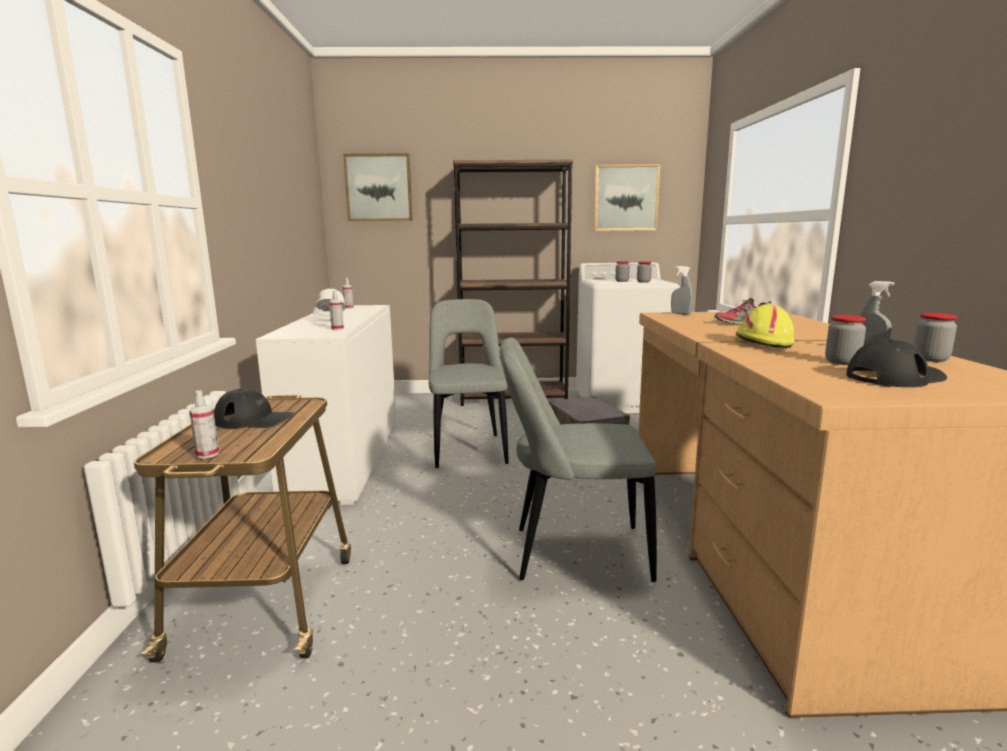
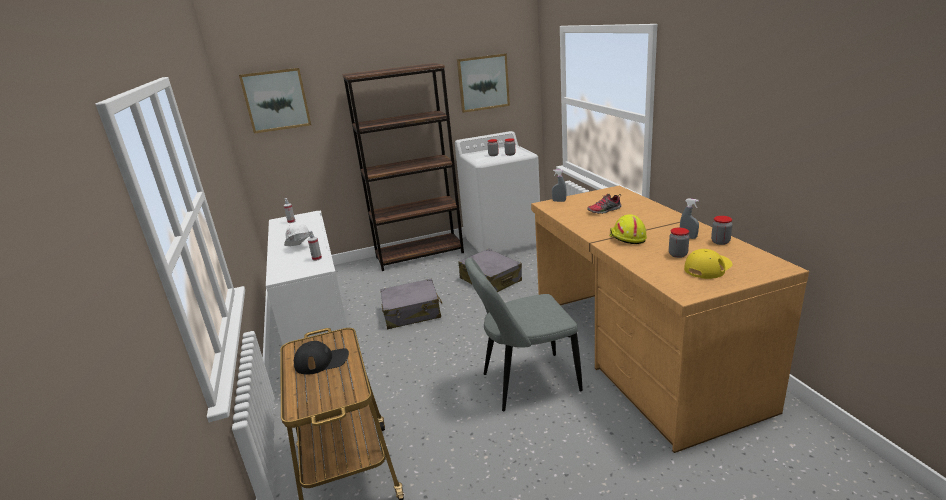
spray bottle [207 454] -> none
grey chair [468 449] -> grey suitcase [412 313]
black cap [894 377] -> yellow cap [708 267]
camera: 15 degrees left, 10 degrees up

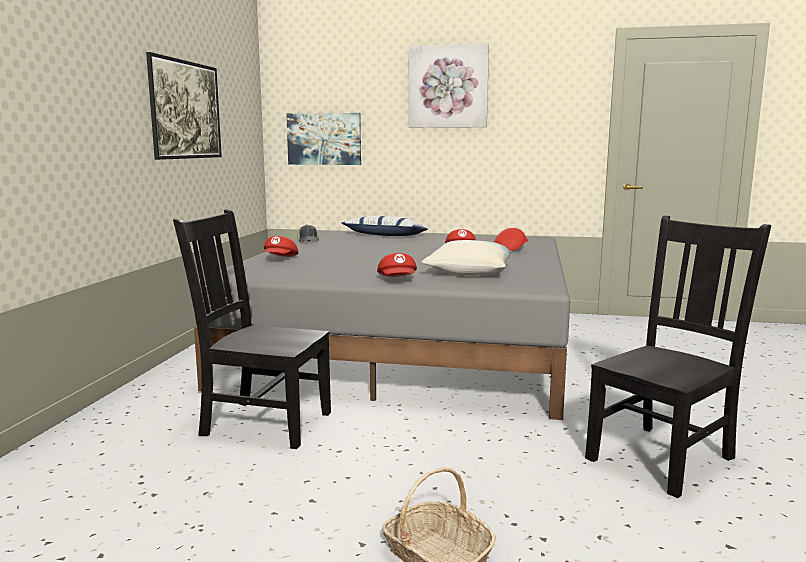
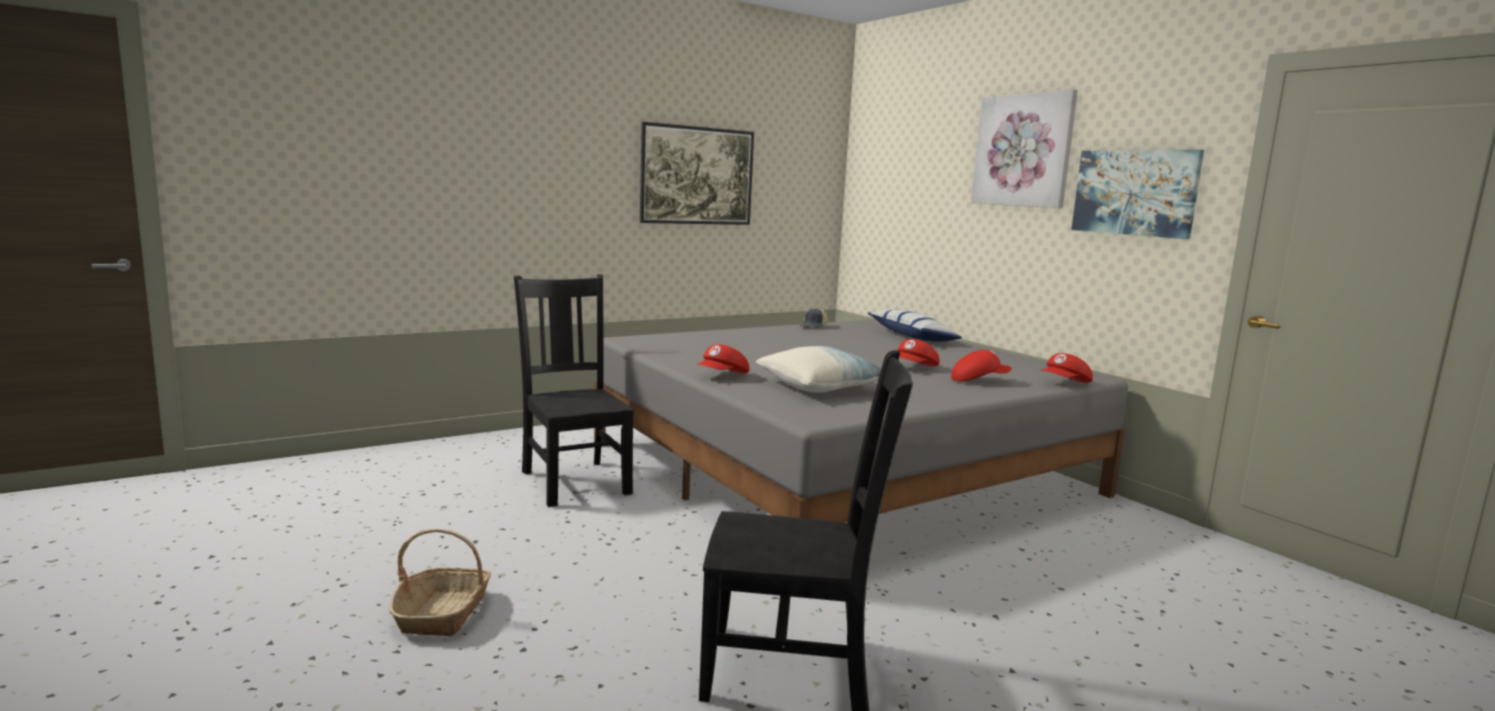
red cap [280 259] -> red cap [1065 383], moved
picture [324 139] -> picture [1135 192], moved
camera: 45 degrees right, 0 degrees up

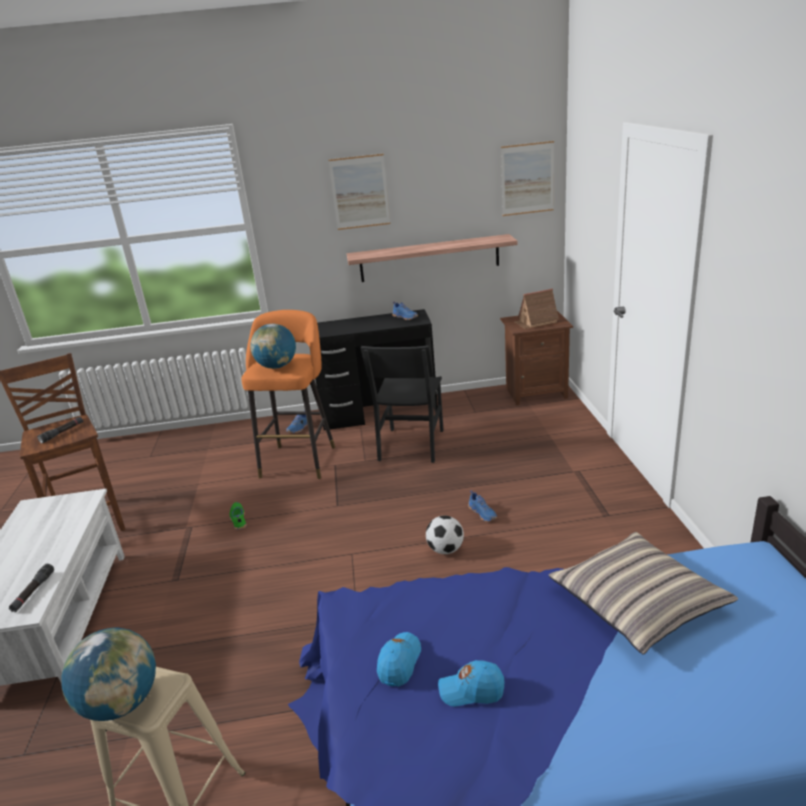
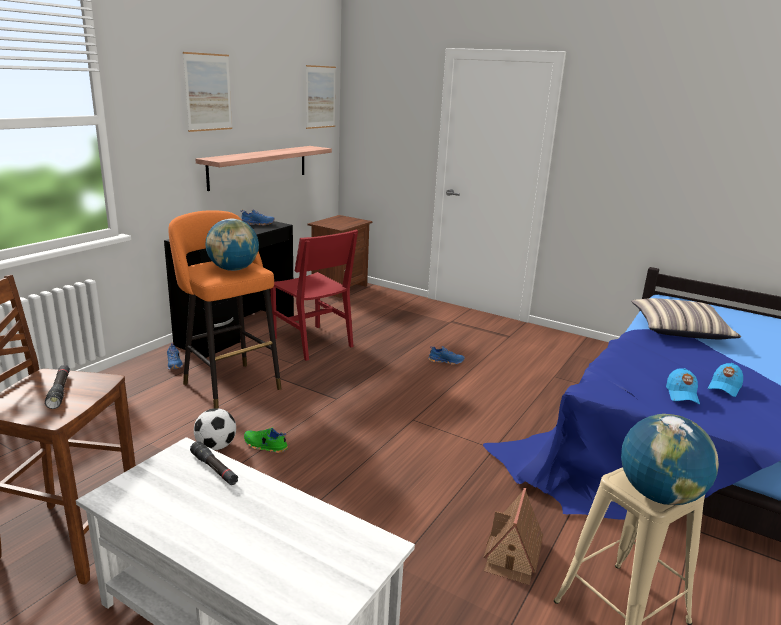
black flashlight [33 592] -> black flashlight [214 469], moved
football [445 549] -> football [216 446], moved
toy house [536 322] -> toy house [512 554], moved
black chair [411 445] -> red chair [312 342]
blue cap [399 662] -> blue cap [682 395], 135 degrees counterclockwise
camera: 55 degrees left, 5 degrees down

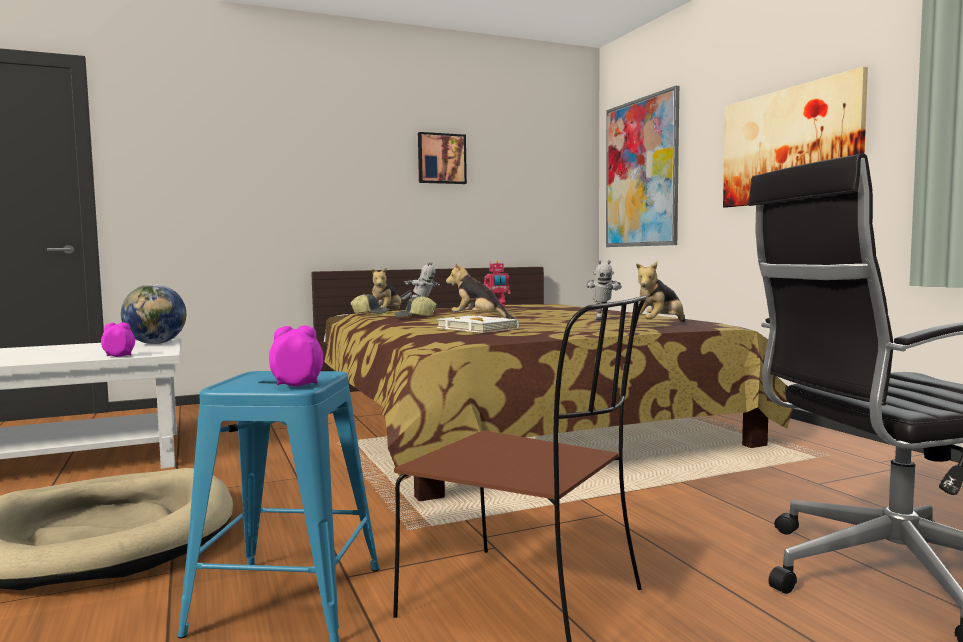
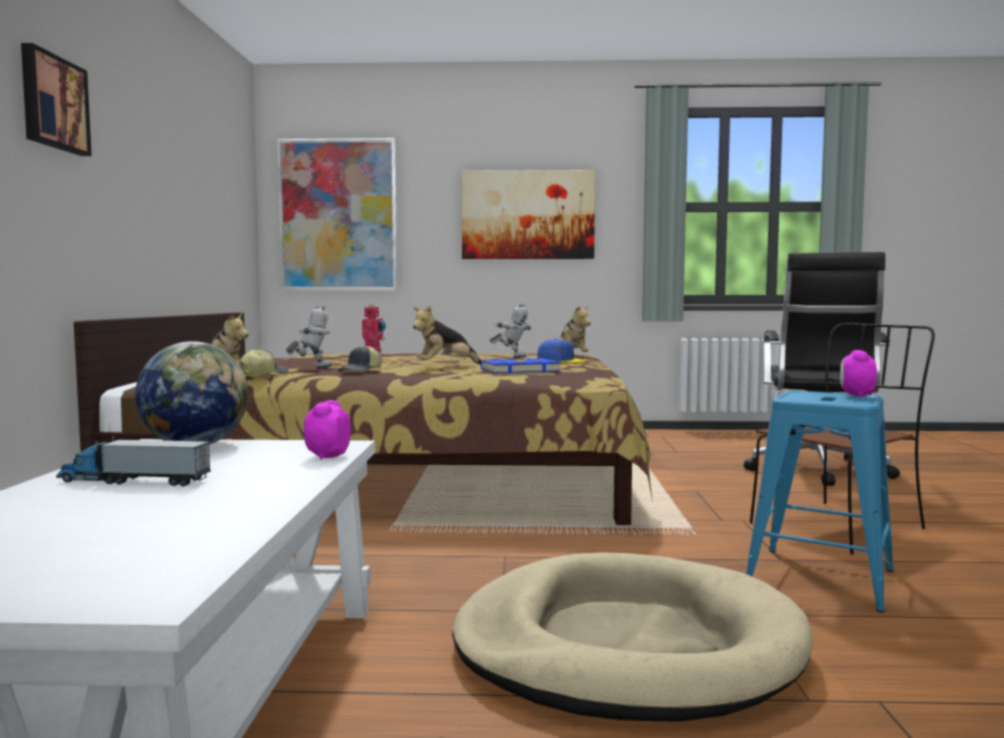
none -> toy truck [134 481]
none -> blue cap [561 361]
picture [441 159] -> picture [53 103], moved
white book [478 328] -> blue book [518 370]
camera: 65 degrees left, 0 degrees up

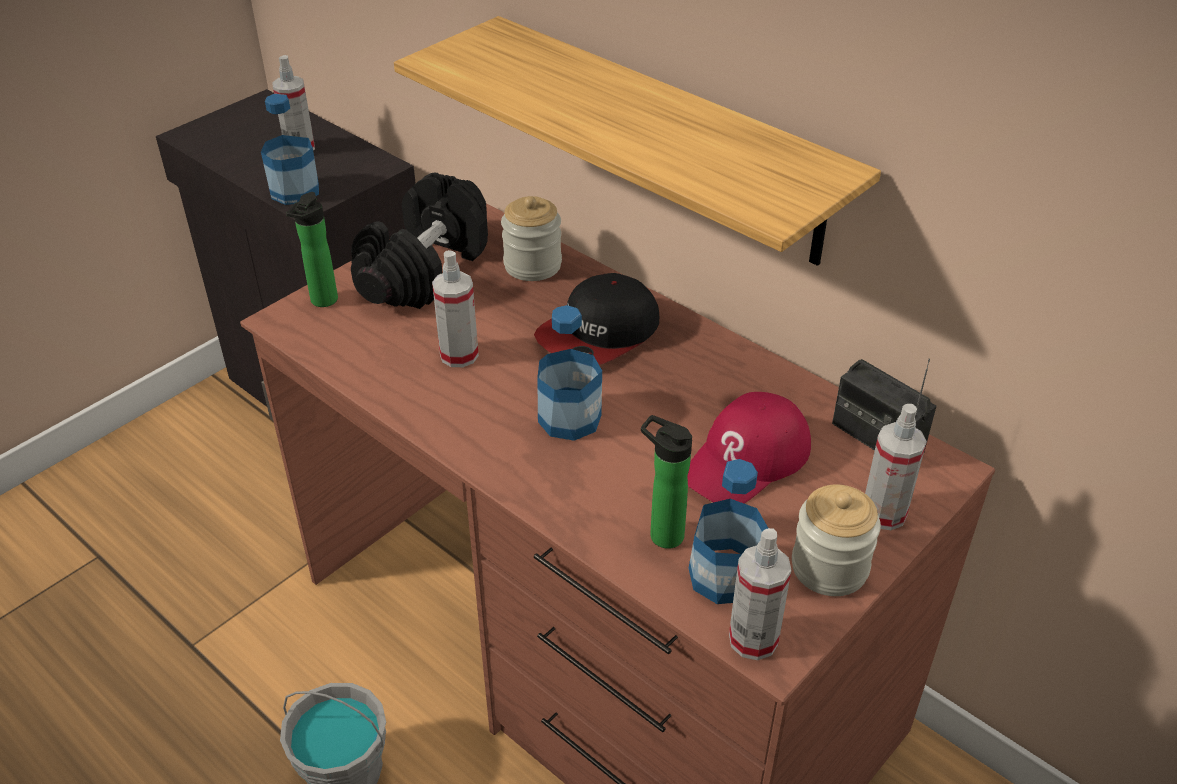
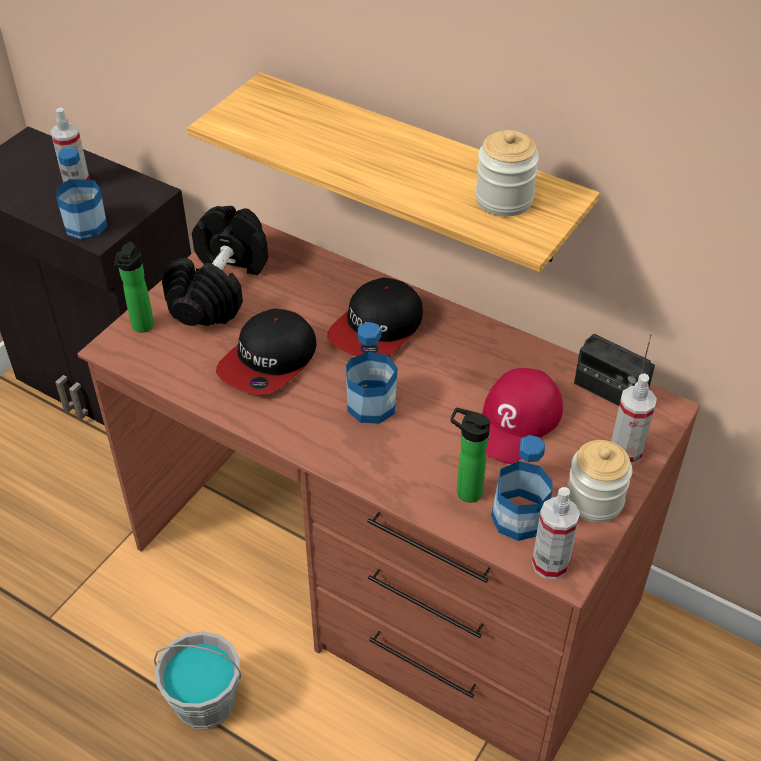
jar [532 265] -> jar [504 199], moved
spray bottle [459 355] -> cap [269 361]
camera: 10 degrees left, 5 degrees up

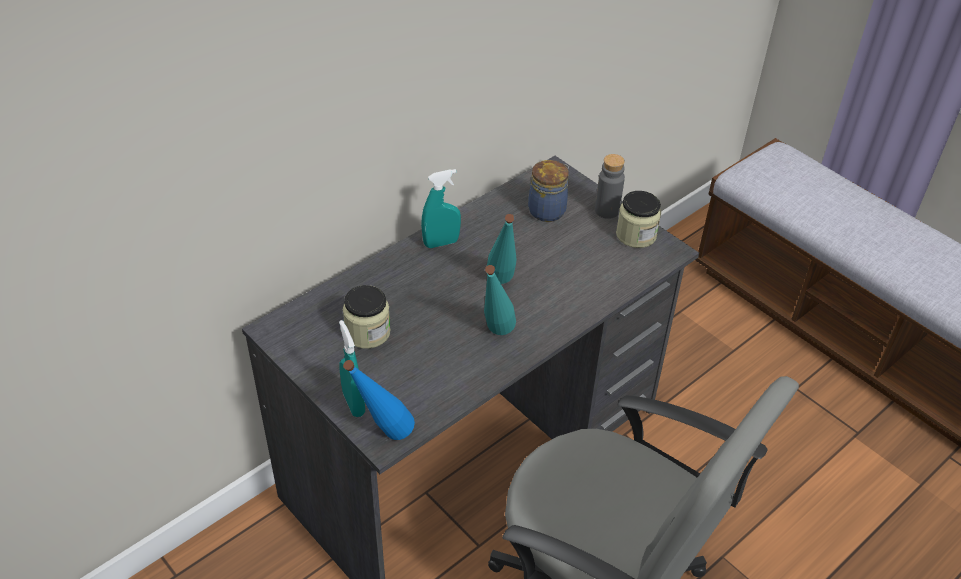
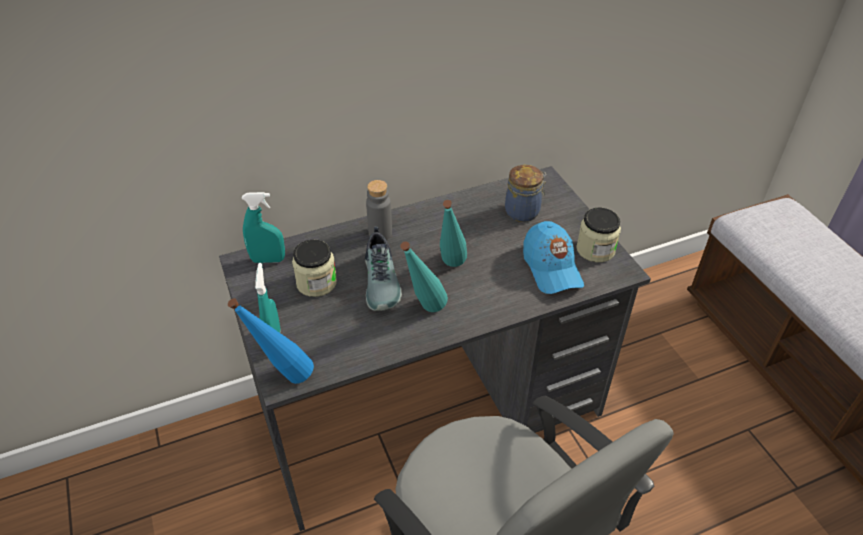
none -> shoe [383 281]
none -> blue cap [551 268]
turquoise spray bottle [441 243] -> turquoise spray bottle [268 260], moved
grey bottle [607 210] -> grey bottle [380 233], moved
camera: 20 degrees right, 0 degrees up

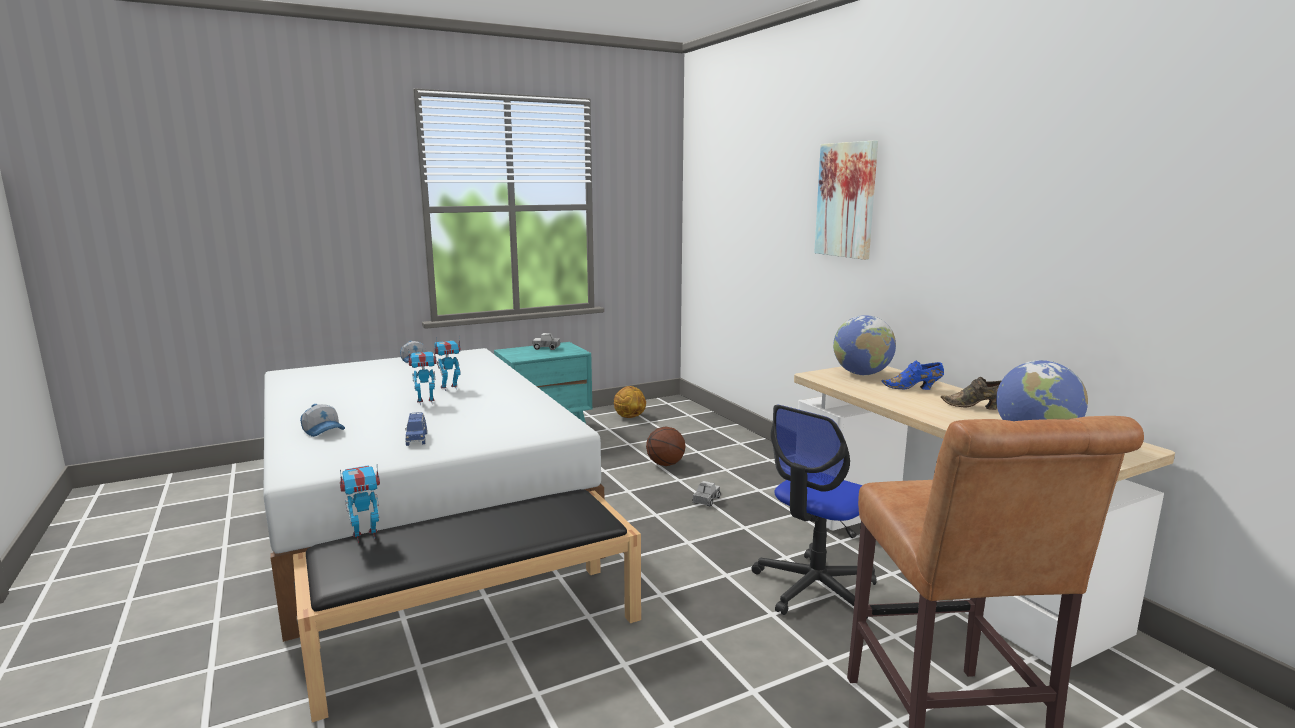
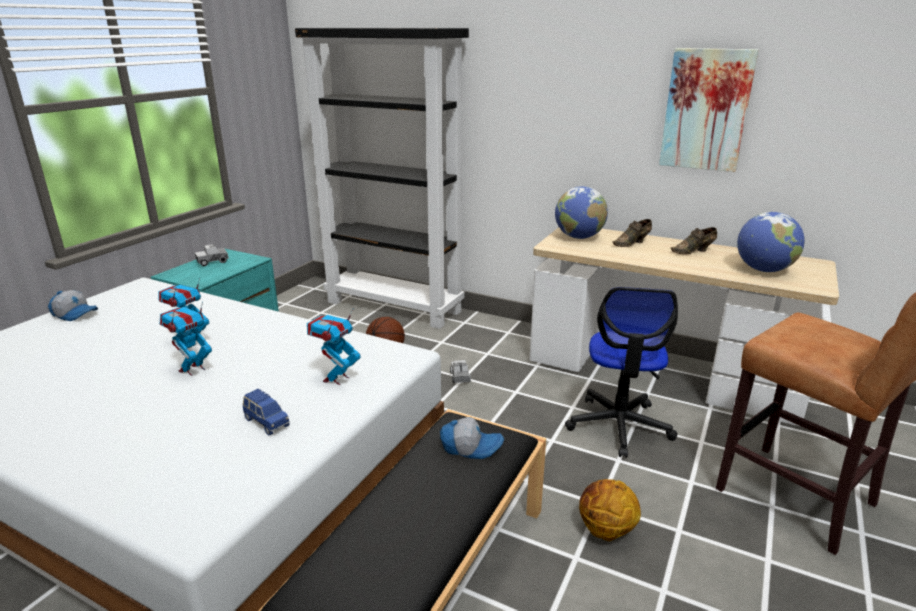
none -> black bookcase [395 306]
cap [324 430] -> cap [471 446], moved
toy robot [365 536] -> toy robot [336 379], moved
basketball [629 417] -> basketball [605 531], moved
picture [846 200] -> picture [706 110], moved
blue shoe [914 388] -> brown shoe [632 243]
camera: 35 degrees left, 10 degrees up

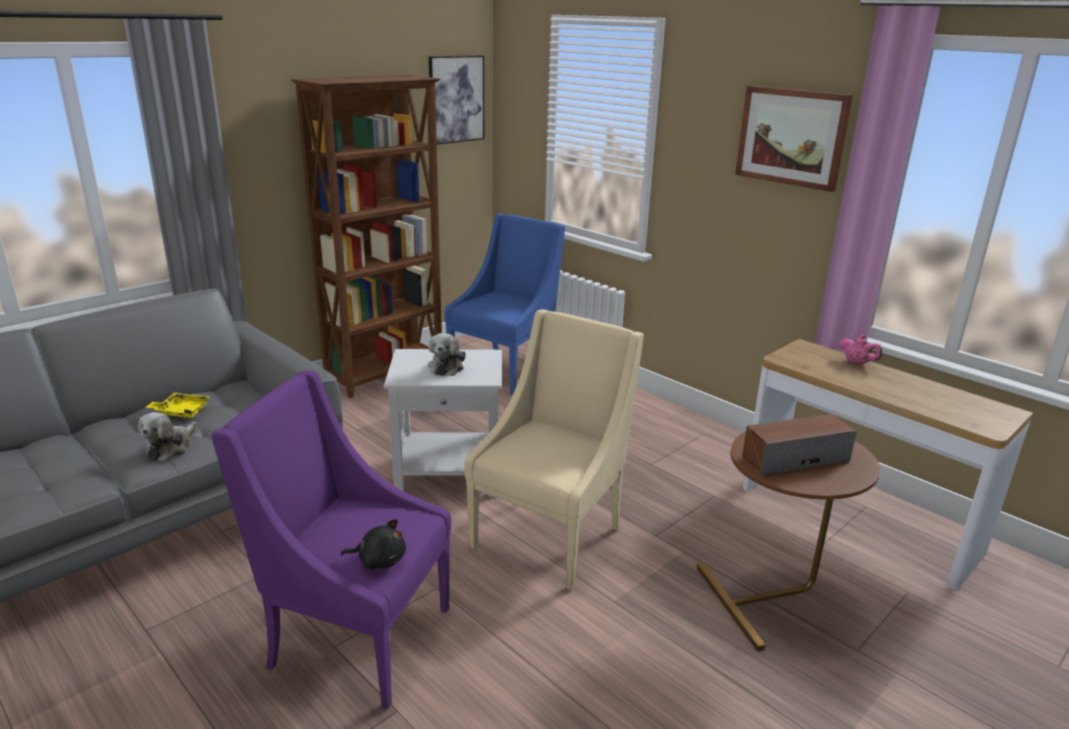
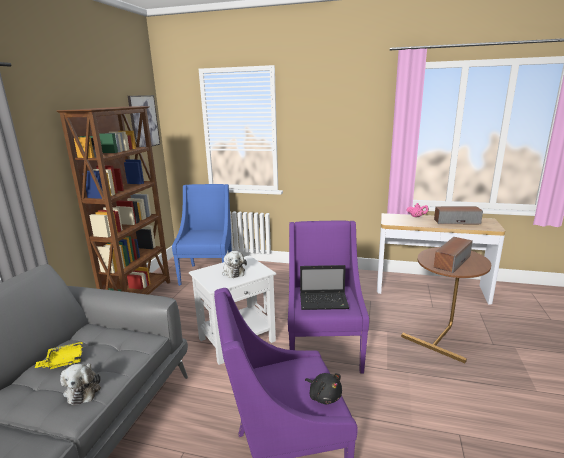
picture [791 137] -> none
none -> laptop [324 302]
none -> speaker [456 221]
beige armchair [551 535] -> purple armchair [323 349]
black plush toy [379 560] -> black plush toy [324 396], 75 degrees clockwise
camera: 30 degrees left, 5 degrees down

